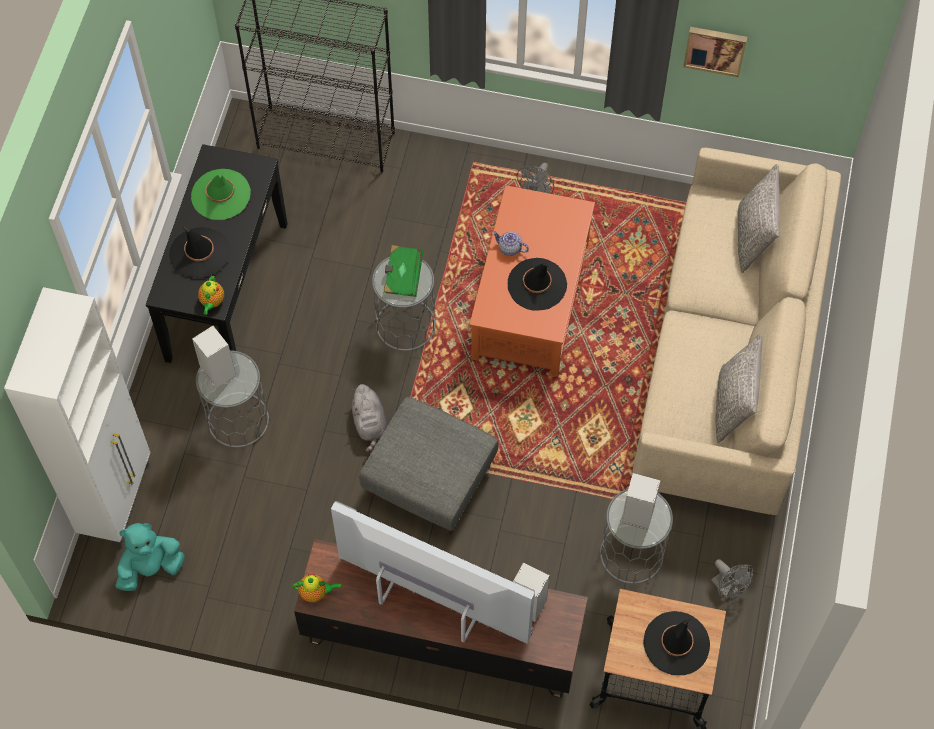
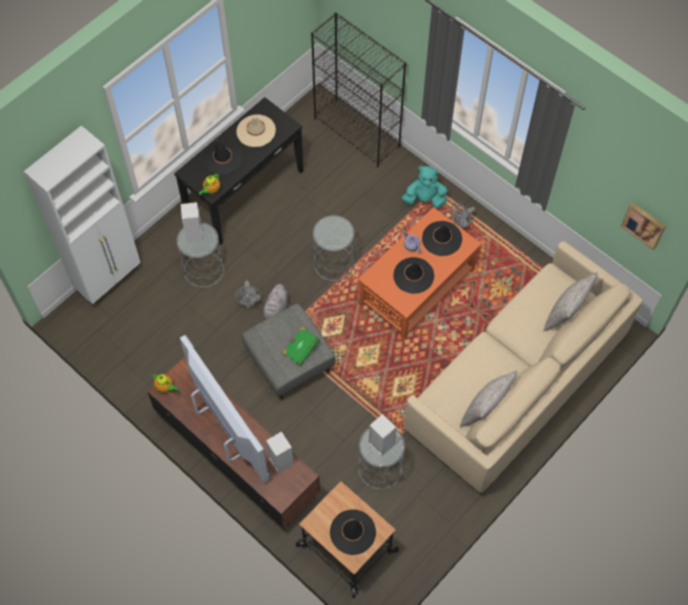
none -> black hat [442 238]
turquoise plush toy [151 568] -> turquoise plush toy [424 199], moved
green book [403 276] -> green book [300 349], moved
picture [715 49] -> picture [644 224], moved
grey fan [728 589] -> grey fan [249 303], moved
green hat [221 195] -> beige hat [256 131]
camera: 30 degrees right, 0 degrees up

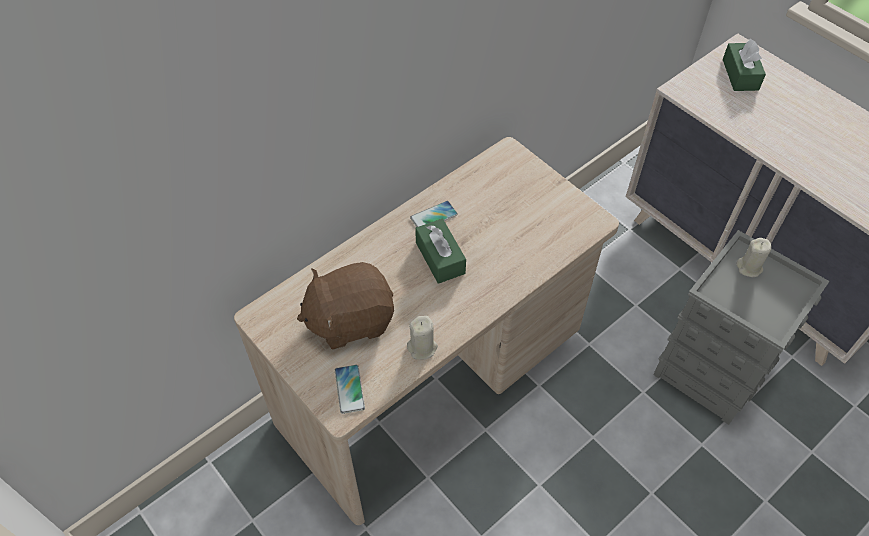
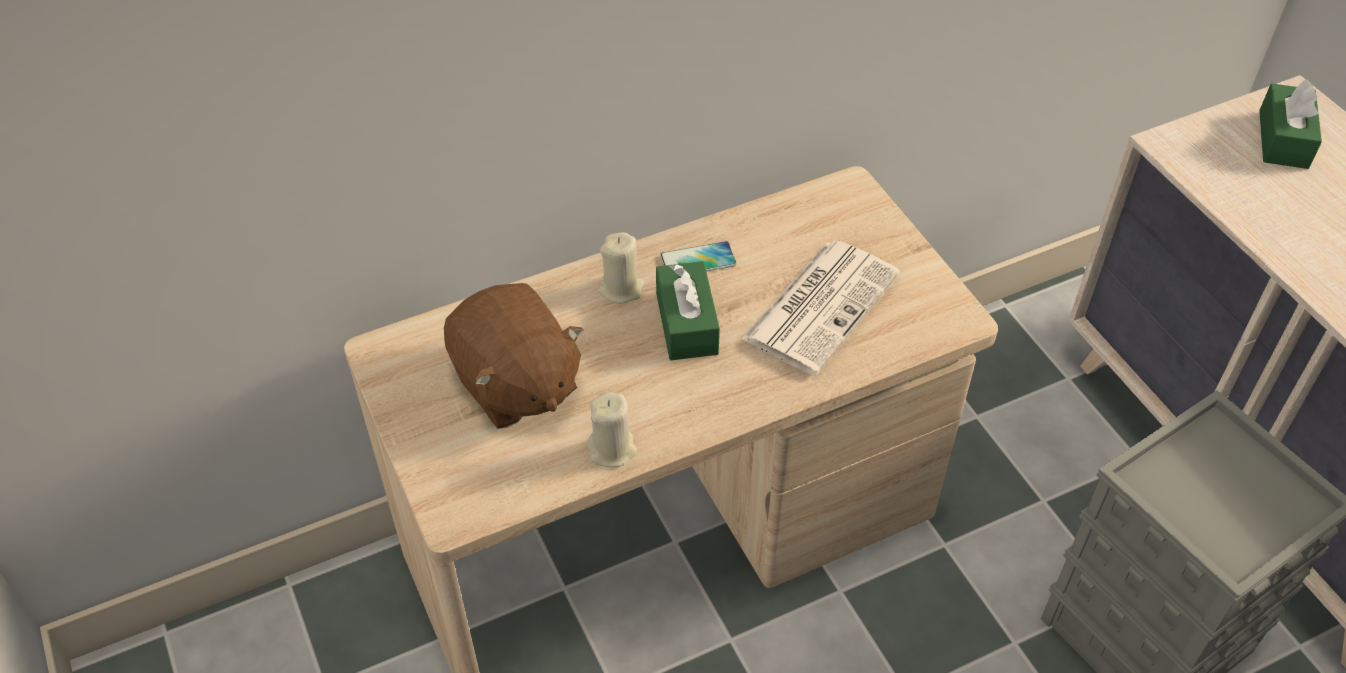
phone [349 389] -> none
none -> newspaper [821 305]
beige candle [749 267] -> beige candle [621 289], moved
brown plush toy [350 320] -> brown plush toy [515 385], 120 degrees counterclockwise
camera: 15 degrees right, 5 degrees down

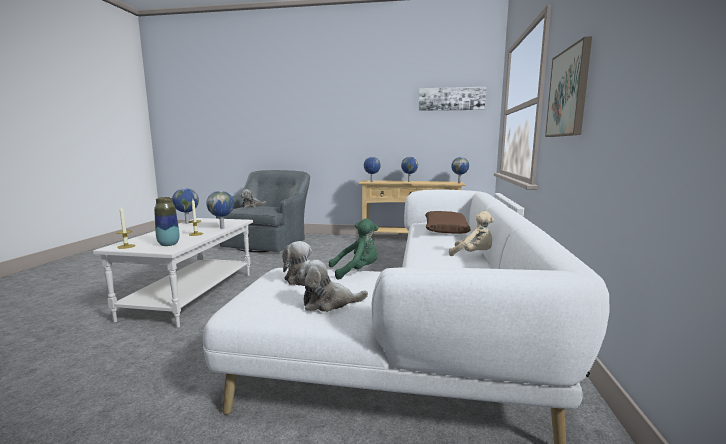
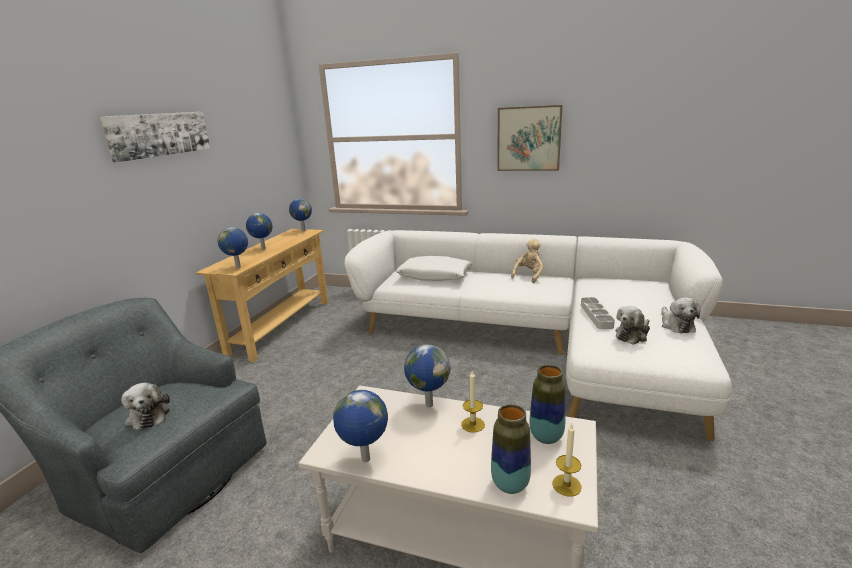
none -> vase [510 484]
picture [451 99] -> picture [159 134], moved
green plush toy [357 271] -> grey tray [596 315]
brown pillow [445 229] -> white pillow [435 276]
camera: 80 degrees left, 10 degrees up

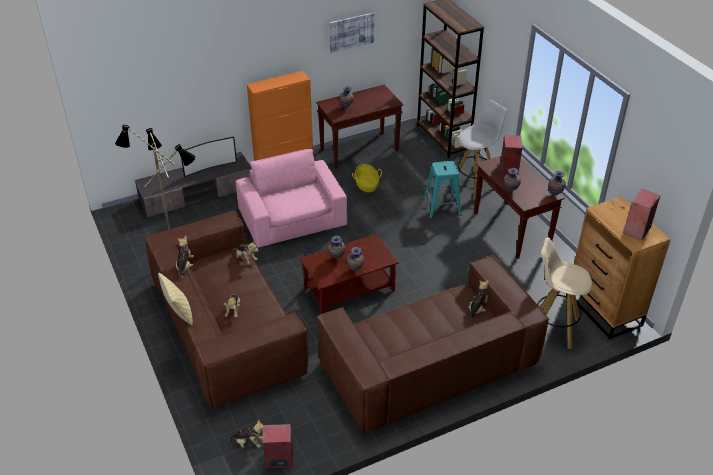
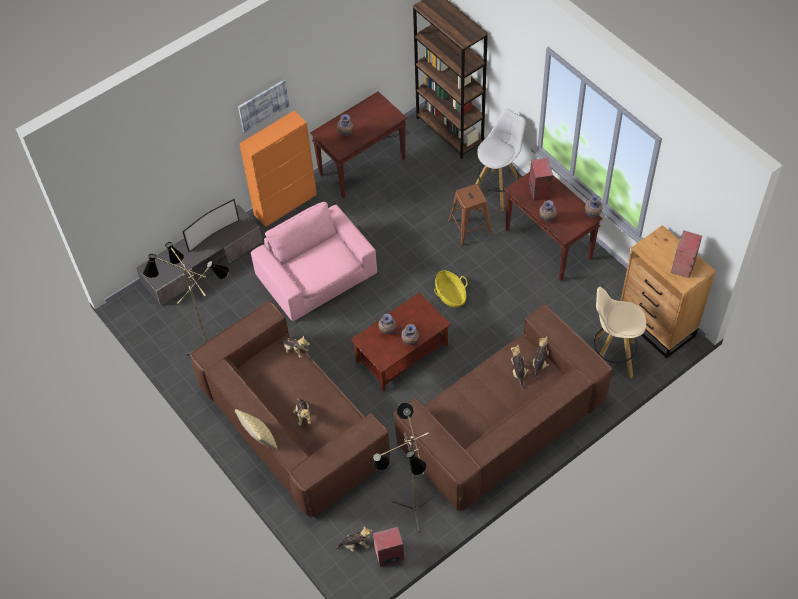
none -> floor lamp [410 511]
plush toy [185 266] -> plush toy [518 371], moved
picture [351 32] -> picture [263 105], moved
basket [366 185] -> basket [450 295], moved
turquoise stool [442 207] -> brown stool [470 228]
camera: 10 degrees left, 15 degrees up

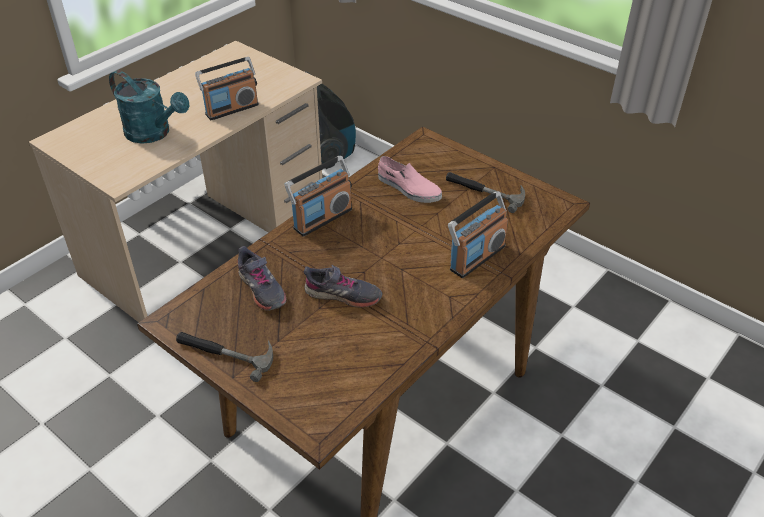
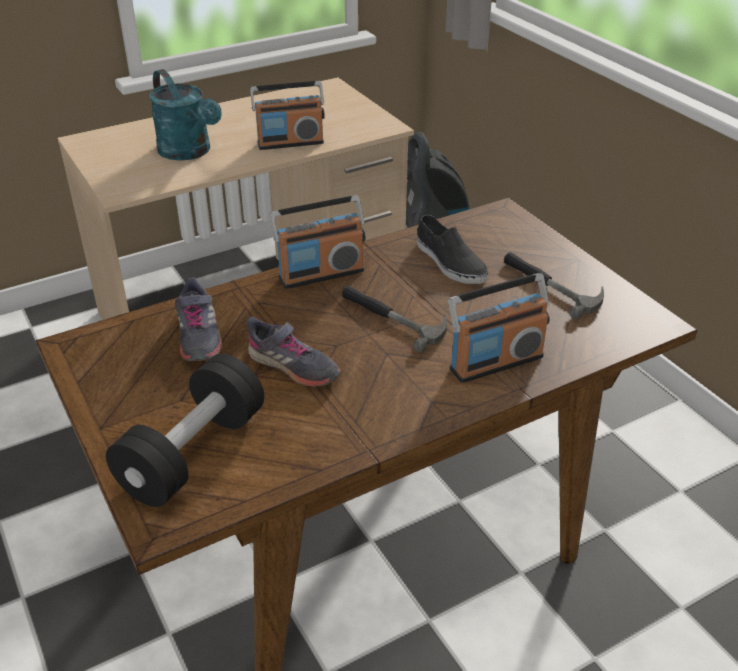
none -> black dumbbell [193 453]
hammer [225 352] -> hammer [392 317], moved
pink shoe [408 188] -> black shoe [449 262]
camera: 20 degrees right, 5 degrees down

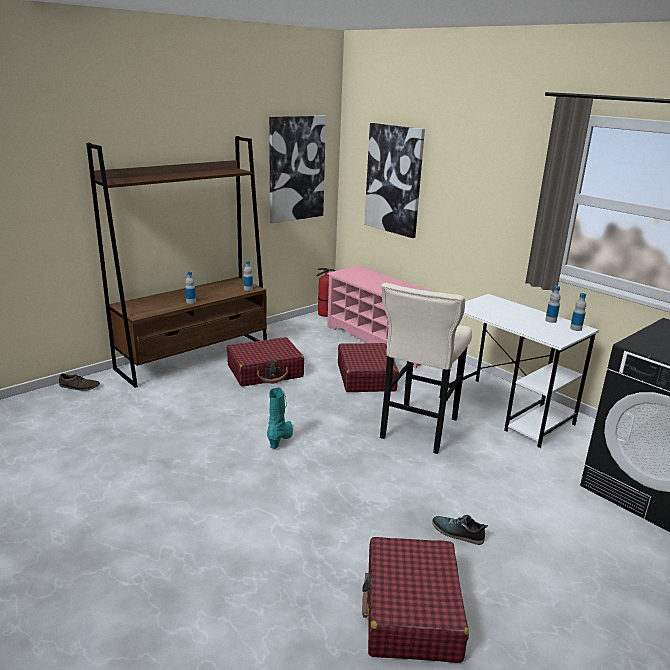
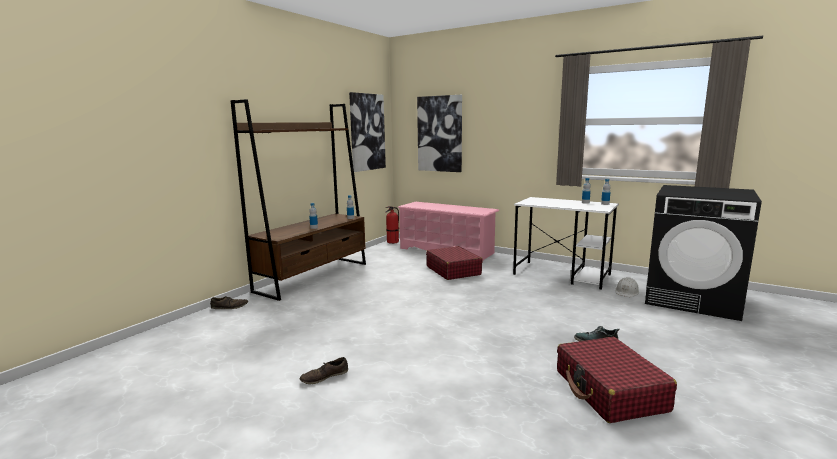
red suitcase [265 371] -> none
turquoise boot [281 439] -> none
beige stool [417 430] -> none
none -> brown shoe [324 376]
none -> white hard hat [627 292]
camera: 15 degrees left, 10 degrees down

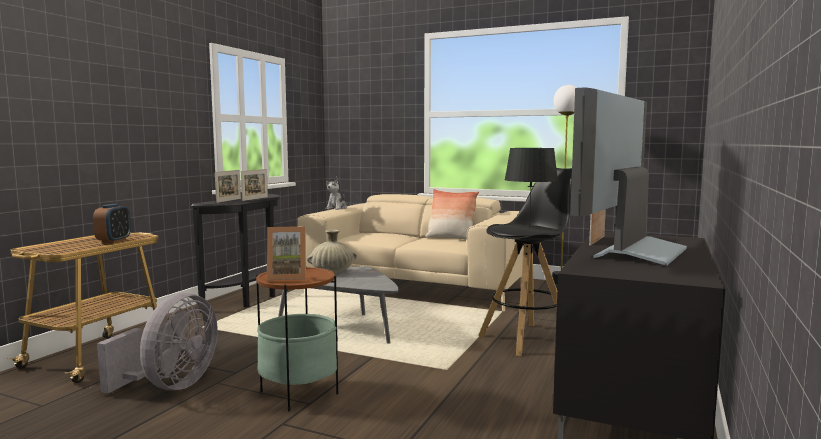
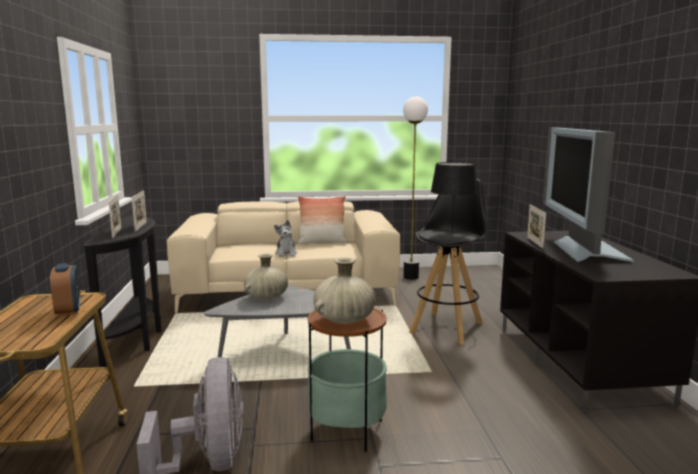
plush toy [337 208] -> plush toy [286 253], moved
picture frame [287 276] -> beige vase [344 320]
camera: 30 degrees left, 5 degrees up

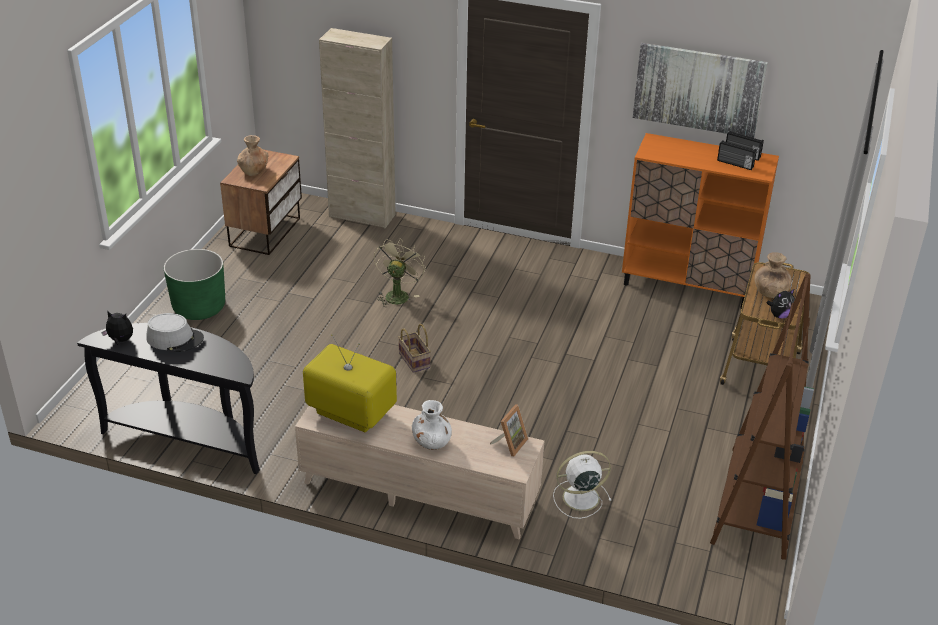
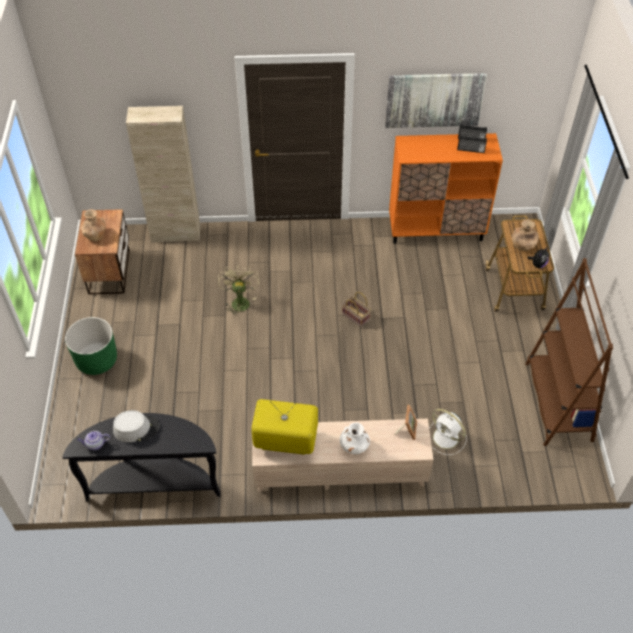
basket [415 360] -> basket [356 316], moved
plush toy [120 341] -> teapot [95 444]
white fan [579 498] -> white fan [447 438], 105 degrees counterclockwise
camera: 20 degrees left, 15 degrees up

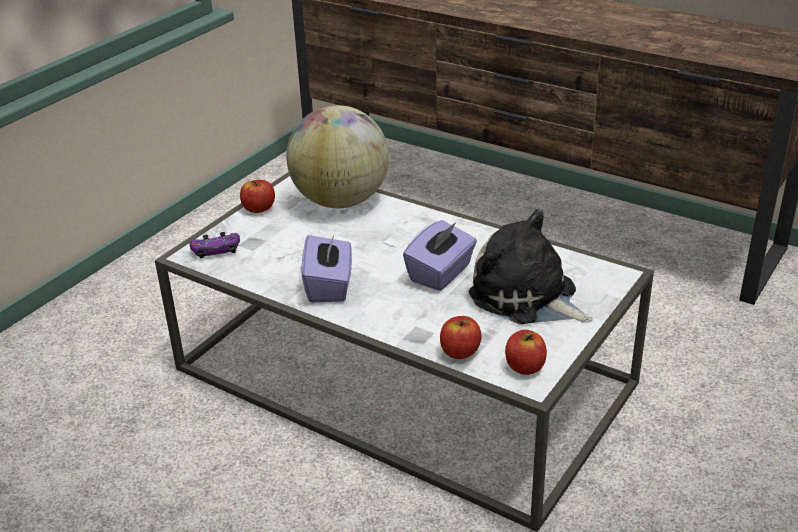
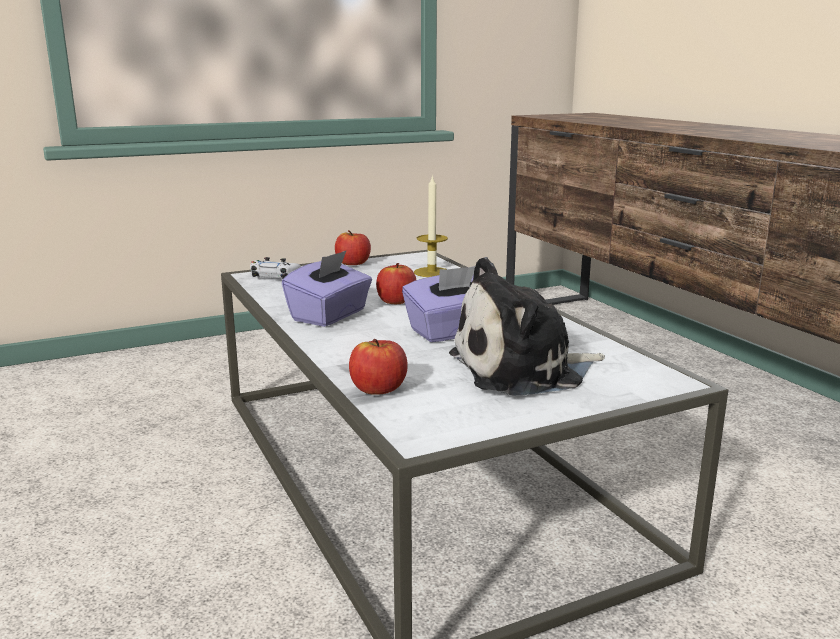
apple [525 367] -> apple [396 301], moved
globe [341 201] -> candle [431 272]
purple game controller [216 250] -> white game controller [275 277]
plush toy [527 297] -> plush toy [523 370], 90 degrees counterclockwise
camera: 30 degrees right, 15 degrees down

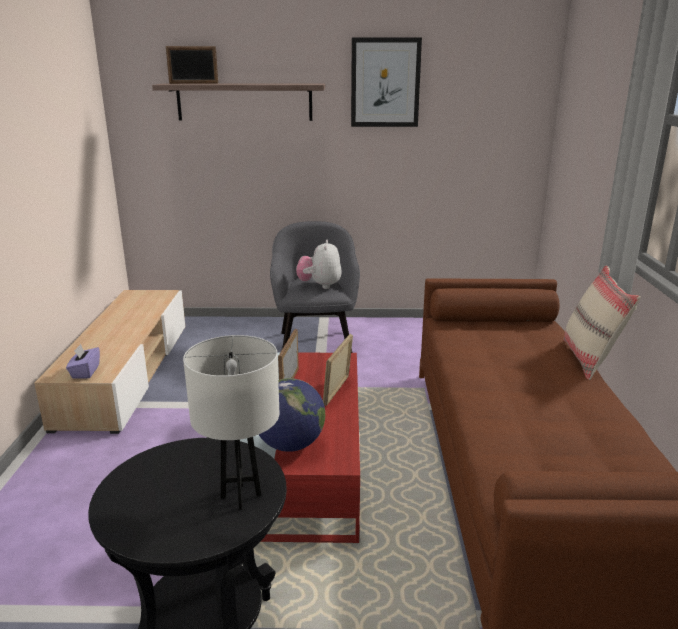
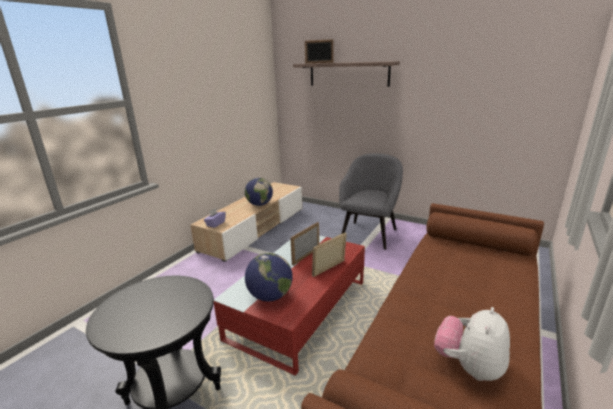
white table lamp [241 496] -> none
picture [385 83] -> none
beige pillow [590 360] -> none
none -> globe [259 204]
plush toy [320 286] -> plush toy [469 367], moved
camera: 30 degrees right, 0 degrees up

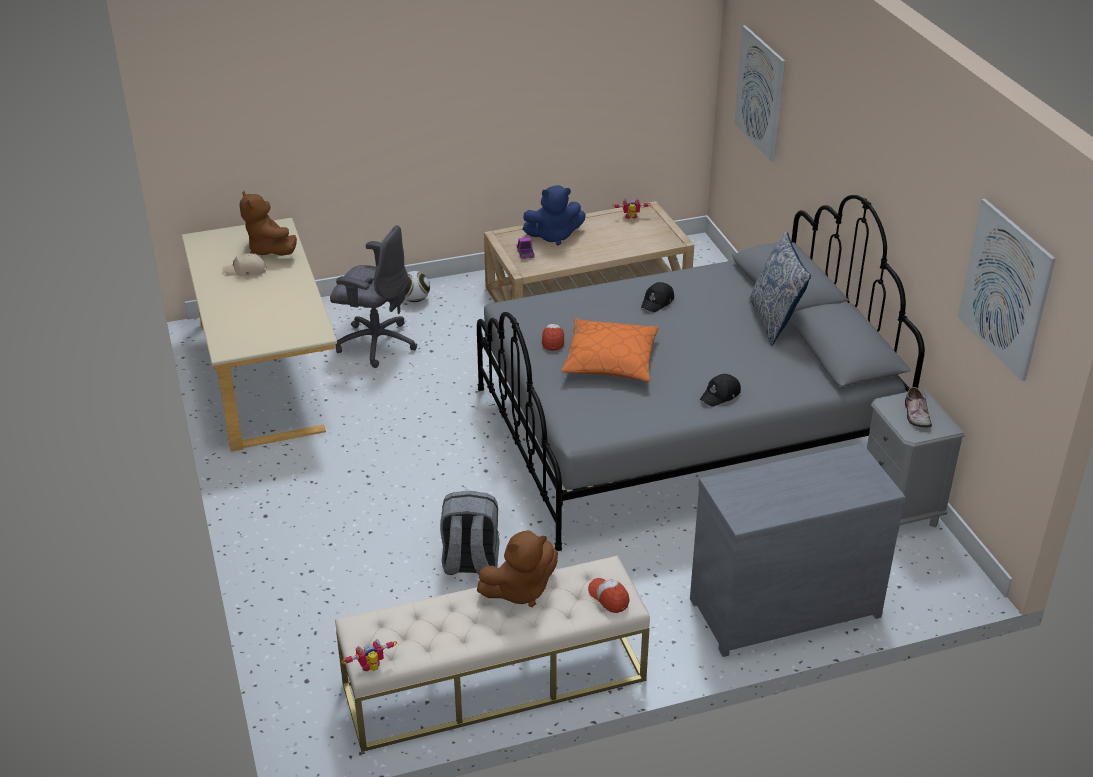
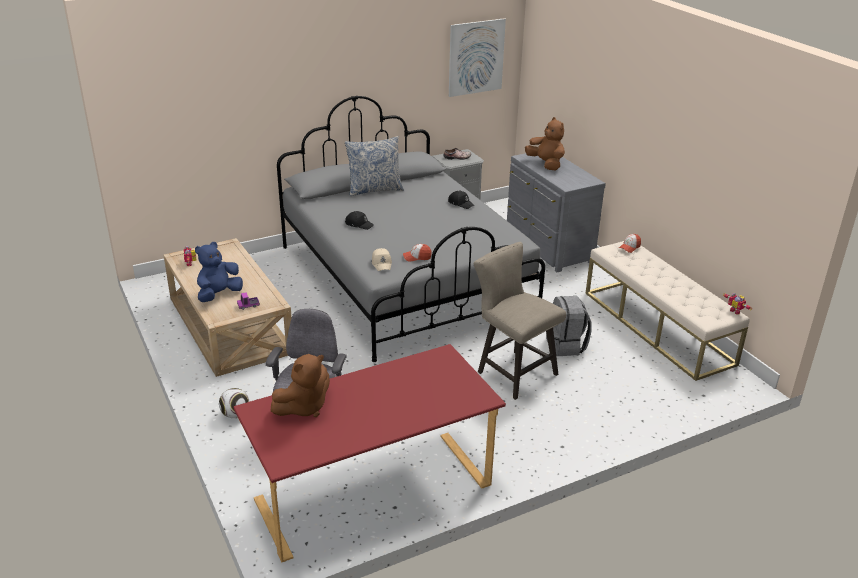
orange pillow [610 360] -> none
picture [759 93] -> none
none -> beige stool [512 371]
beige cap [246 271] -> beige cap [382 263], moved
brown plush toy [520 590] -> brown plush toy [546 164], moved
beige desk [267 375] -> red desk [371 487]
blue plush toy [553 236] -> blue plush toy [219 295], 120 degrees counterclockwise
camera: 100 degrees left, 5 degrees down

